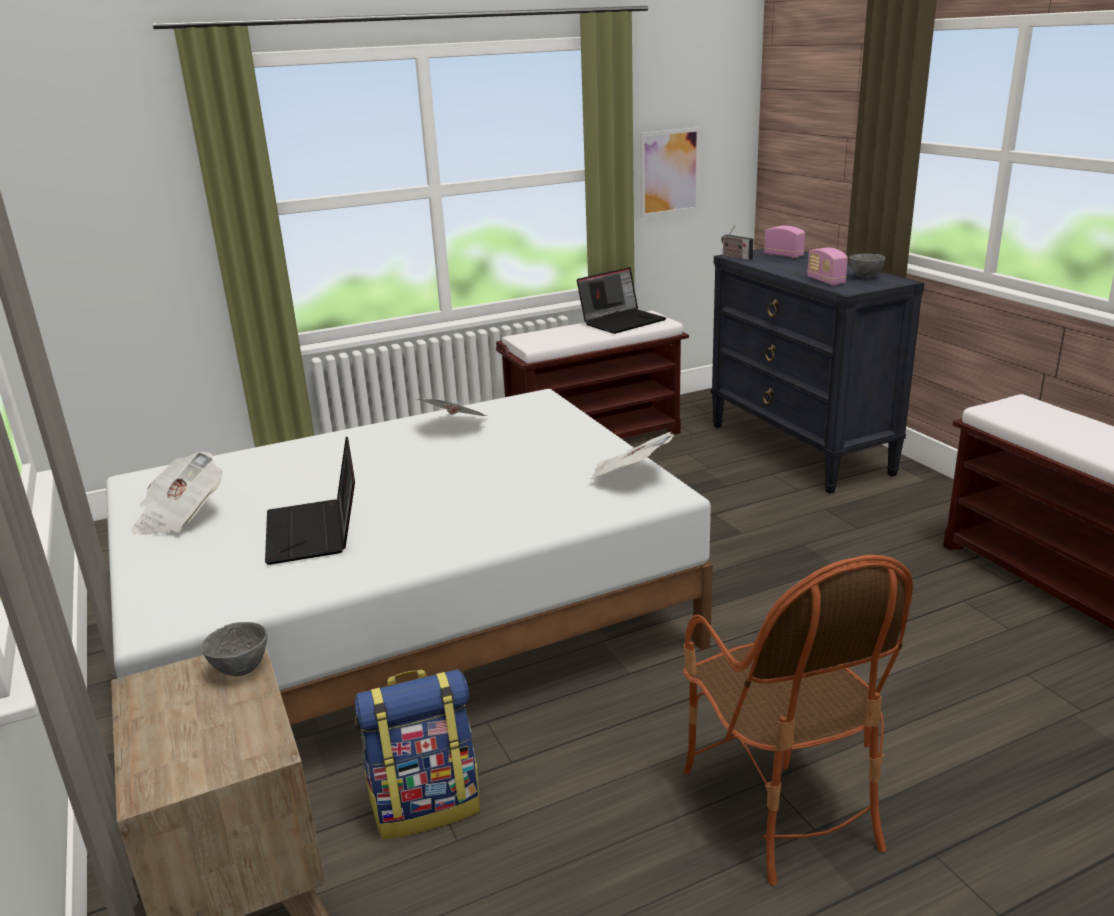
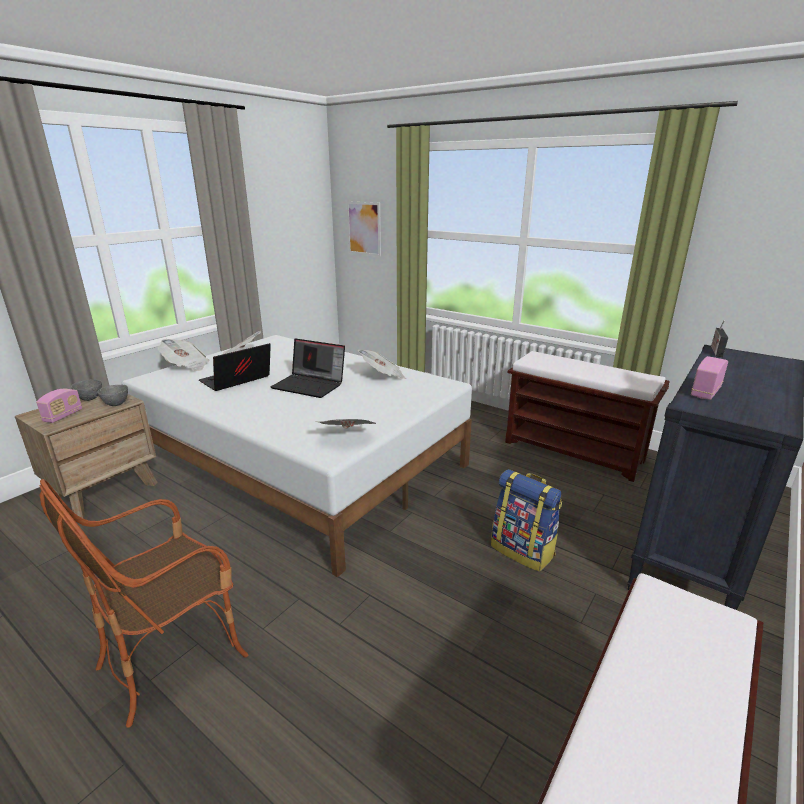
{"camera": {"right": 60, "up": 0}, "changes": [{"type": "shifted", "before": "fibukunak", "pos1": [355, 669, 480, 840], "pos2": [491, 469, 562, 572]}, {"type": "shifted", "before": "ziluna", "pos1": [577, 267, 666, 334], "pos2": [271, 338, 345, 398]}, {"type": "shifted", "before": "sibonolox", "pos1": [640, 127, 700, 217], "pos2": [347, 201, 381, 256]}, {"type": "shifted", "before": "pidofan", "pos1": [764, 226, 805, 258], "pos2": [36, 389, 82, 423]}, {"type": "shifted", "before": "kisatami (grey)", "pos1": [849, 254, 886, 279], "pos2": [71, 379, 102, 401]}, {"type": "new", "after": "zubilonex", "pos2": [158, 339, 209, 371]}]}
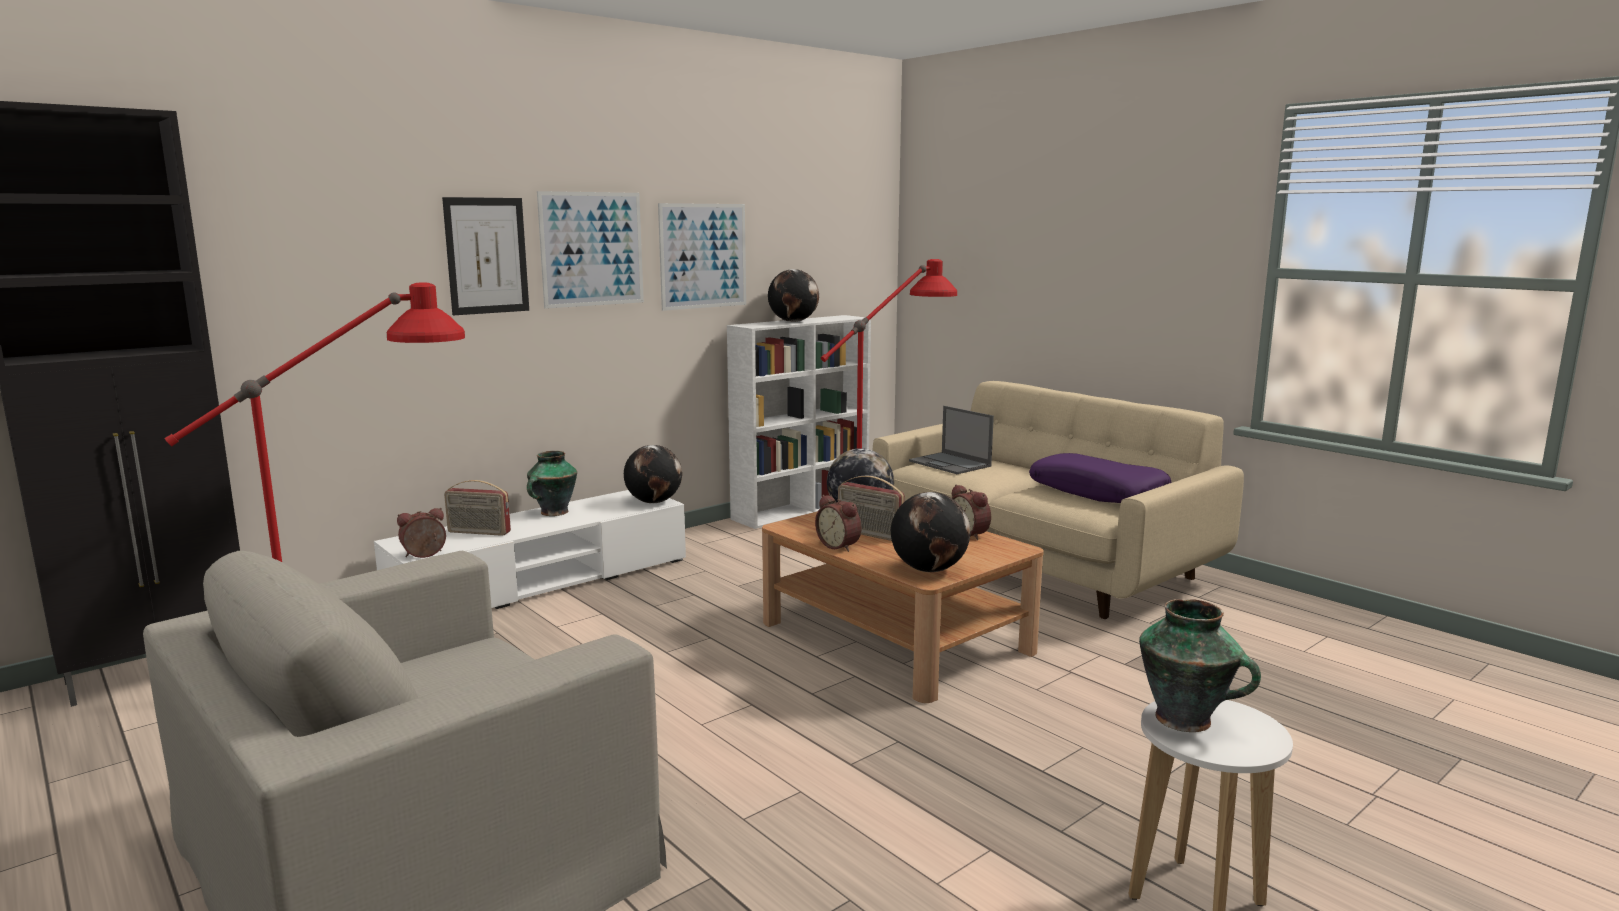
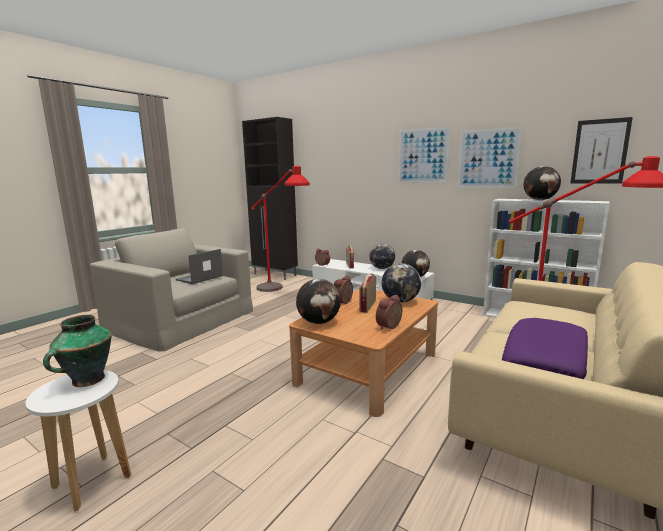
{"camera": {"right": 75, "up": 0}, "changes": [{"type": "shifted", "before": "sibonolox", "pos1": [442, 197, 529, 315], "pos2": [571, 117, 633, 184]}, {"type": "swapped", "before": "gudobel", "after": "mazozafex", "pos1": [527, 451, 577, 516], "pos2": [369, 243, 395, 269]}, {"type": "shifted", "before": "ziluna", "pos1": [909, 406, 994, 474], "pos2": [176, 249, 223, 284]}]}
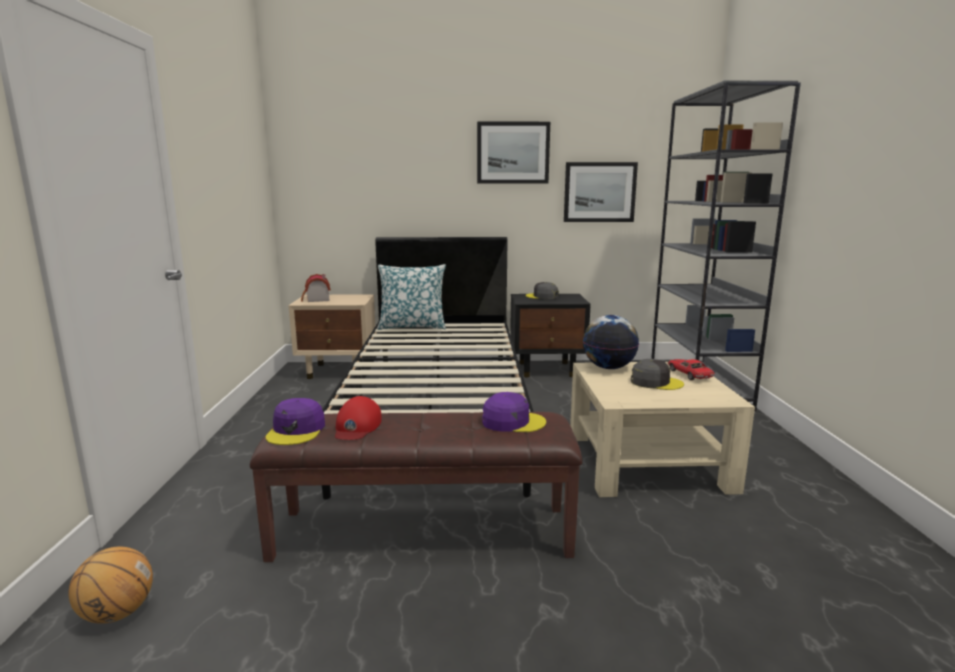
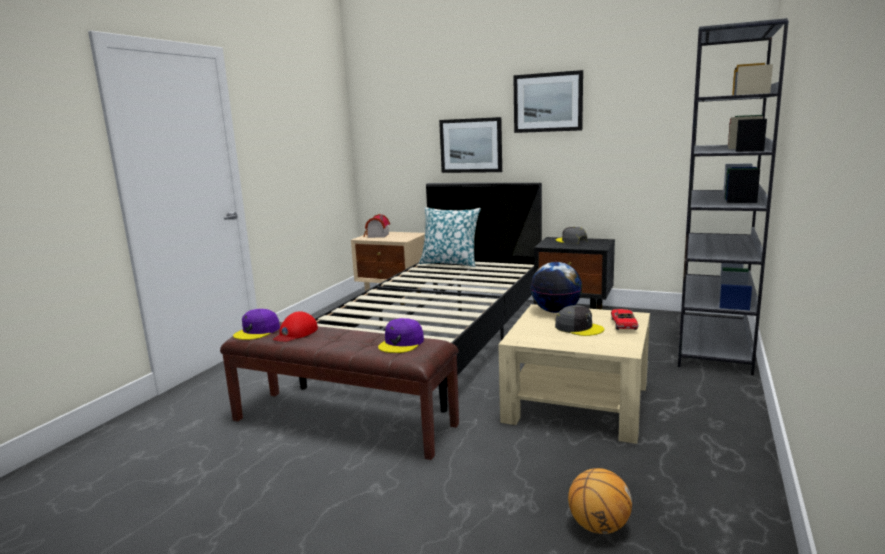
{"camera": {"right": 25, "up": 0}, "changes": [{"type": "shifted", "before": "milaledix", "pos1": [69, 547, 153, 624], "pos2": [568, 468, 632, 534]}, {"type": "rotated", "before": "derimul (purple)", "pos1": [482, 392, 546, 432], "pos2": [378, 318, 424, 353], "turn": 90}, {"type": "shifted", "before": "sibonolox", "pos1": [564, 162, 638, 222], "pos2": [439, 117, 502, 173]}]}
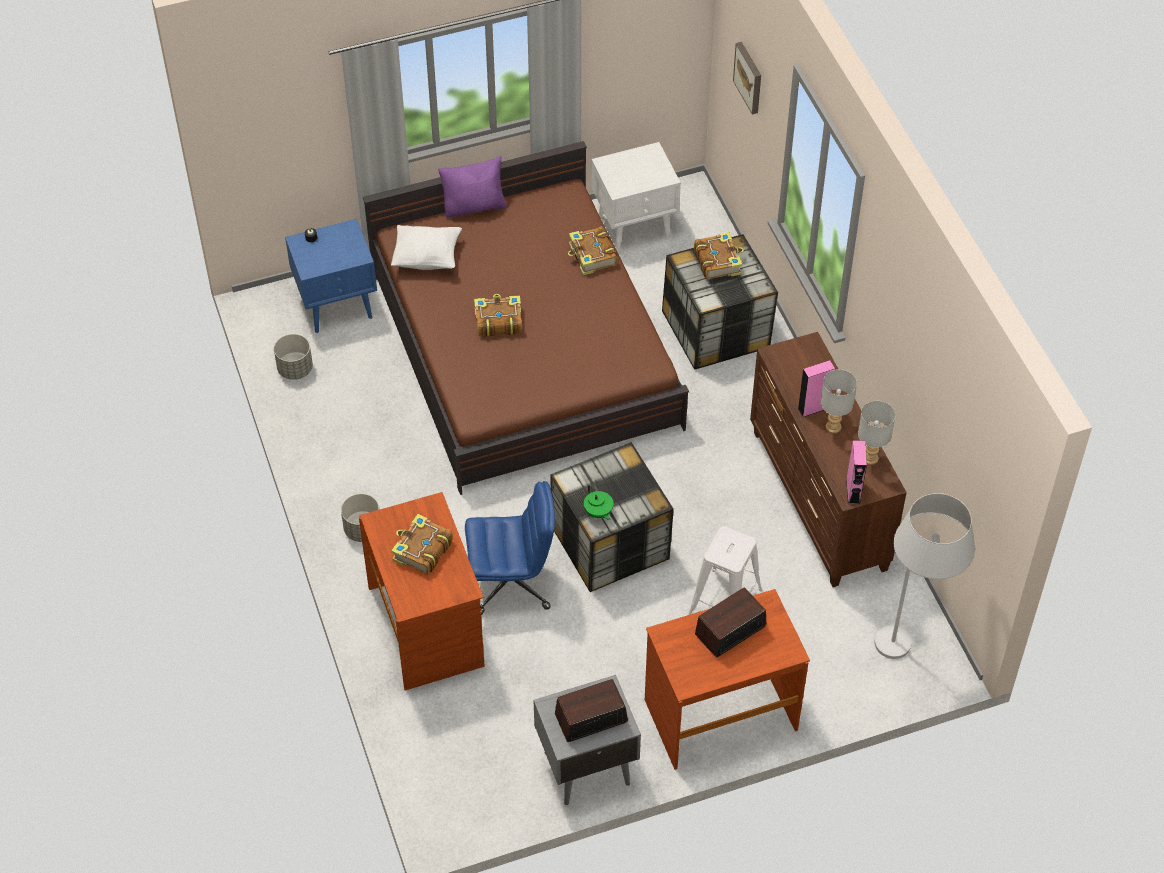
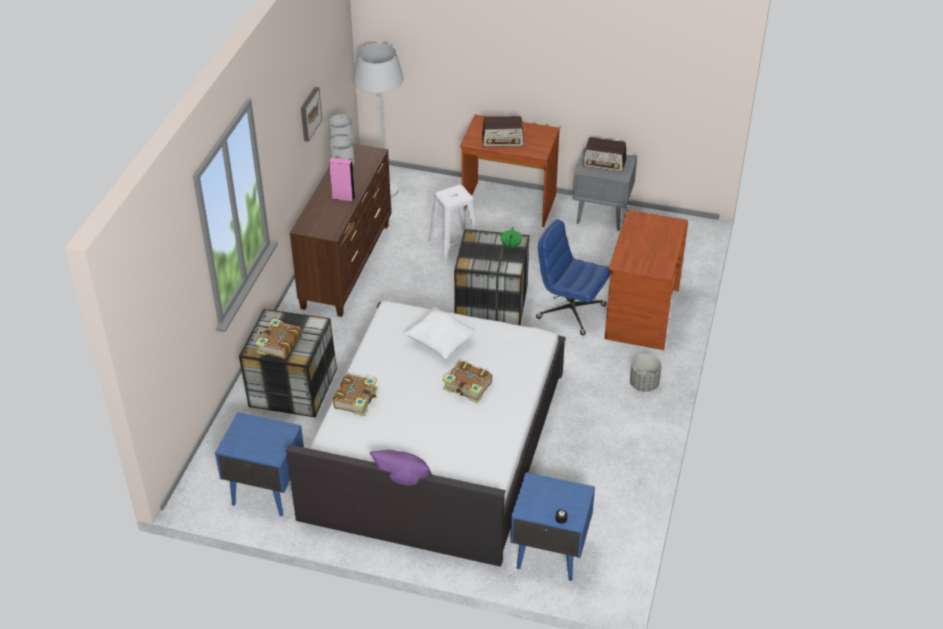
{"camera": {"right": -145, "up": -10}, "changes": [{"type": "gone", "before": "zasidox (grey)", "pos1": [274, 334, 313, 380]}, {"type": "repainted", "before": "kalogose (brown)", "after": "kalogose (white)", "pos1": [363, 141, 689, 495], "pos2": [285, 301, 566, 567]}, {"type": "shifted", "before": "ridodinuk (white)", "pos1": [391, 225, 462, 270], "pos2": [403, 307, 475, 359]}, {"type": "gone", "before": "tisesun", "pos1": [391, 514, 453, 575]}, {"type": "repainted", "before": "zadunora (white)", "after": "zadunora (blue)", "pos1": [592, 142, 681, 253], "pos2": [215, 412, 304, 516]}, {"type": "shifted", "before": "sibonolox", "pos1": [733, 42, 761, 114], "pos2": [301, 87, 322, 142]}, {"type": "gone", "before": "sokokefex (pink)", "pos1": [846, 440, 867, 504]}]}
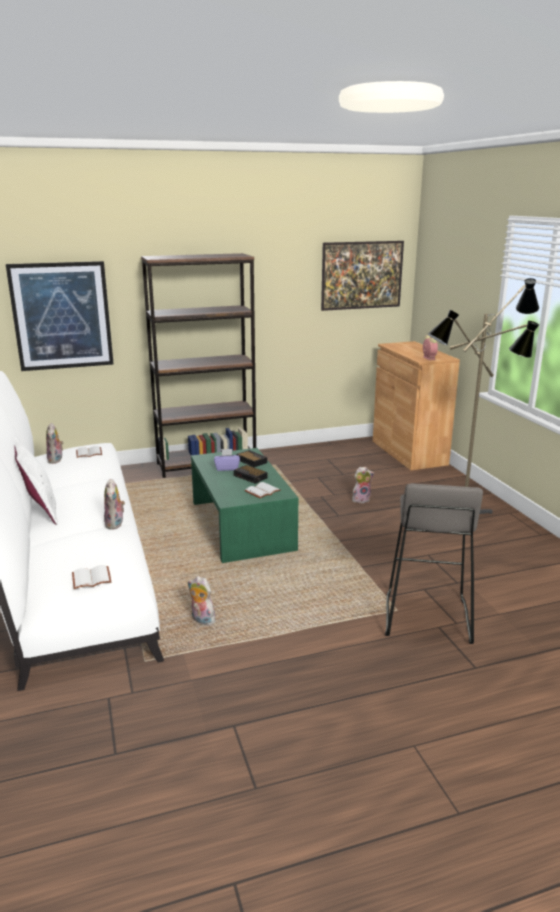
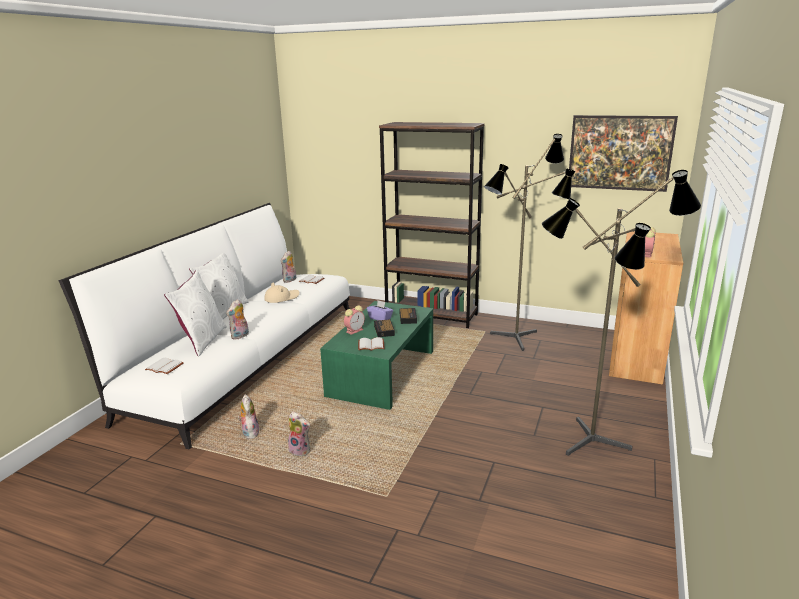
{"camera": {"right": 40, "up": 0}, "changes": [{"type": "gone", "before": "sibonolox", "pos1": [6, 261, 113, 371]}, {"type": "shifted", "before": "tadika", "pos1": [352, 467, 374, 503], "pos2": [288, 411, 310, 456]}, {"type": "gone", "before": "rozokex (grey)", "pos1": [385, 483, 483, 644]}, {"type": "new", "after": "ridodinuk (white)", "pos2": [164, 270, 227, 356]}, {"type": "new", "after": "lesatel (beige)", "pos2": [264, 282, 299, 303]}, {"type": "new", "after": "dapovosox", "pos2": [344, 306, 365, 335]}, {"type": "new", "after": "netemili", "pos2": [484, 134, 575, 351]}]}
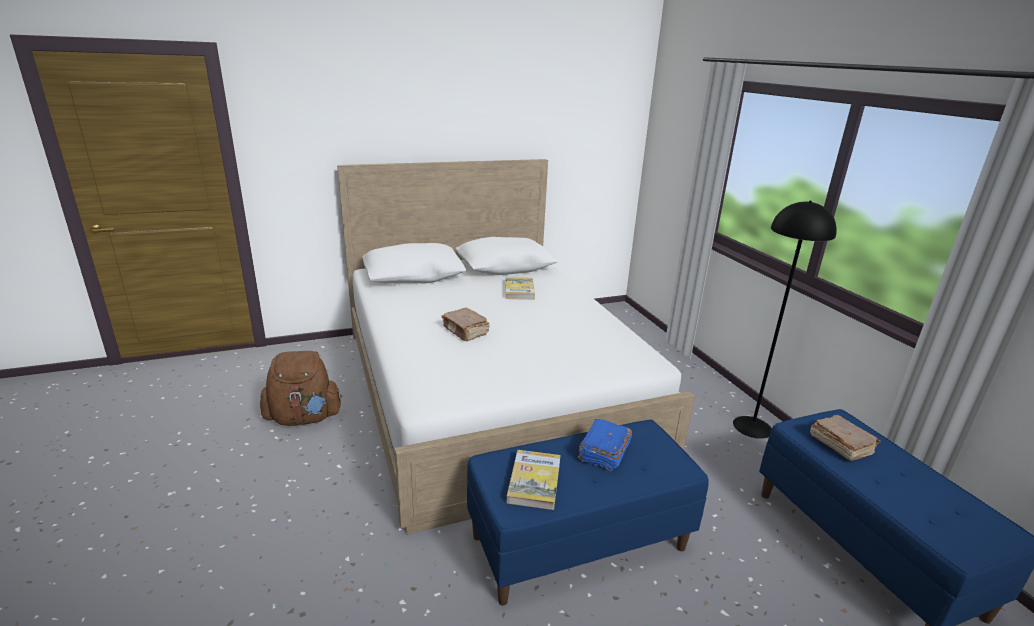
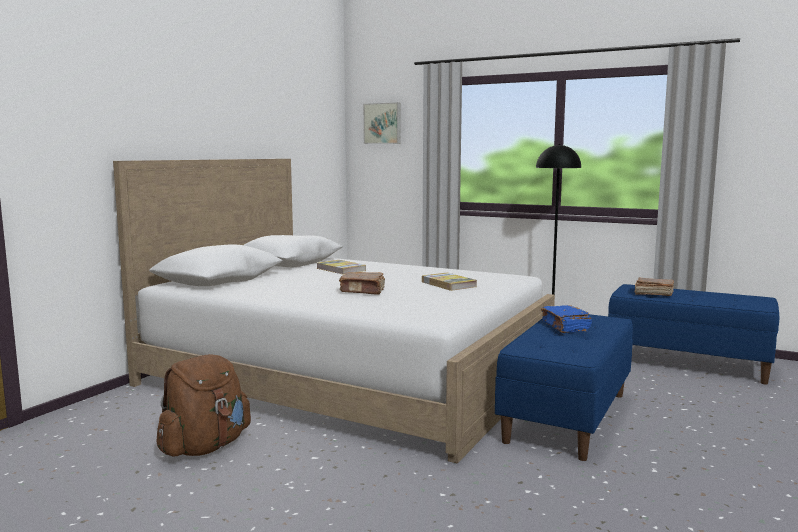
{"camera": {"right": -40, "up": -15}, "changes": [{"type": "shifted", "before": "tisesun", "pos1": [507, 450, 561, 510], "pos2": [422, 273, 477, 291]}, {"type": "new", "after": "sibonolox", "pos2": [363, 102, 400, 144]}]}
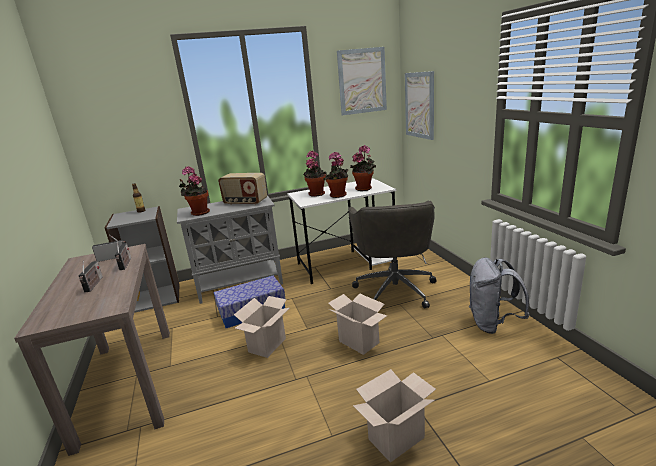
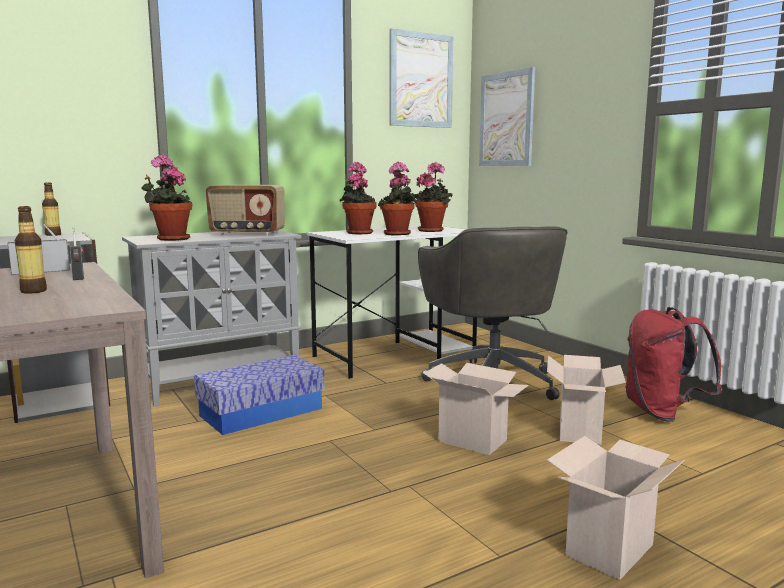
{"camera": {"right": -15, "up": -10}, "changes": [{"type": "swapped", "before": "pidofan", "after": "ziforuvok", "pos1": [78, 261, 103, 292], "pos2": [15, 206, 47, 294]}, {"type": "shifted", "before": "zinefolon", "pos1": [234, 296, 289, 358], "pos2": [547, 355, 626, 445]}, {"type": "repainted", "before": "fibukunak (grey)", "after": "fibukunak (red)", "pos1": [469, 257, 529, 334], "pos2": [625, 307, 722, 422]}]}
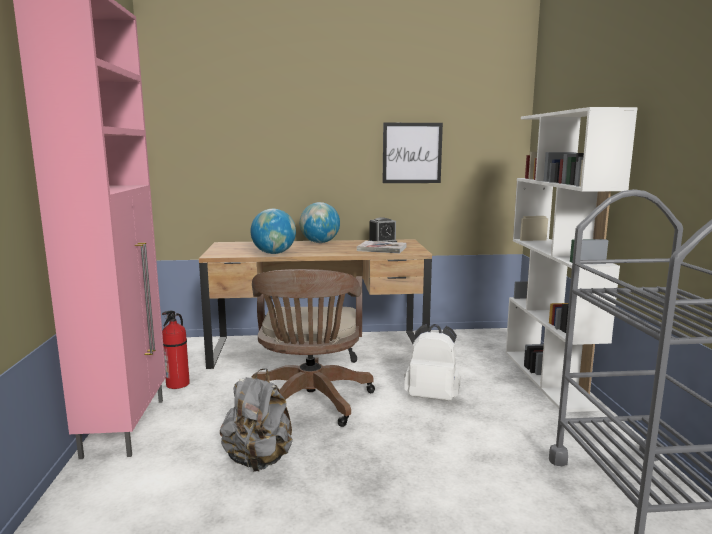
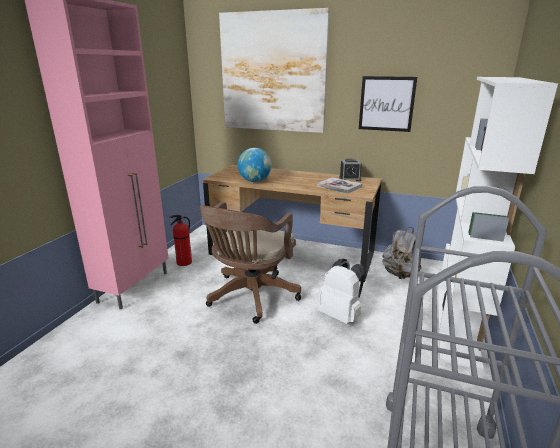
{"camera": {"right": 25, "up": 10}, "changes": [{"type": "shifted", "before": "fibukunak (grey)", "pos1": [220, 368, 293, 472], "pos2": [382, 227, 422, 279]}, {"type": "gone", "before": "mazozafex", "pos1": [300, 202, 340, 243]}, {"type": "new", "after": "sibonolox", "pos2": [219, 8, 330, 133]}]}
